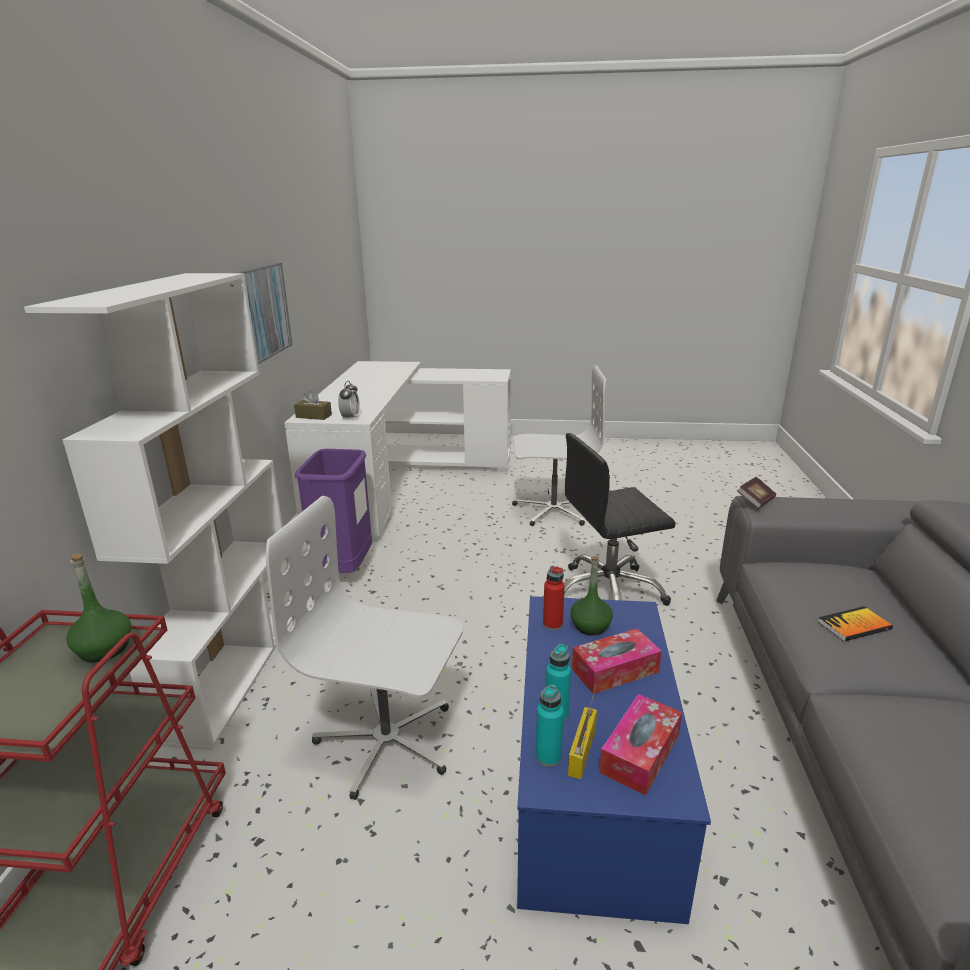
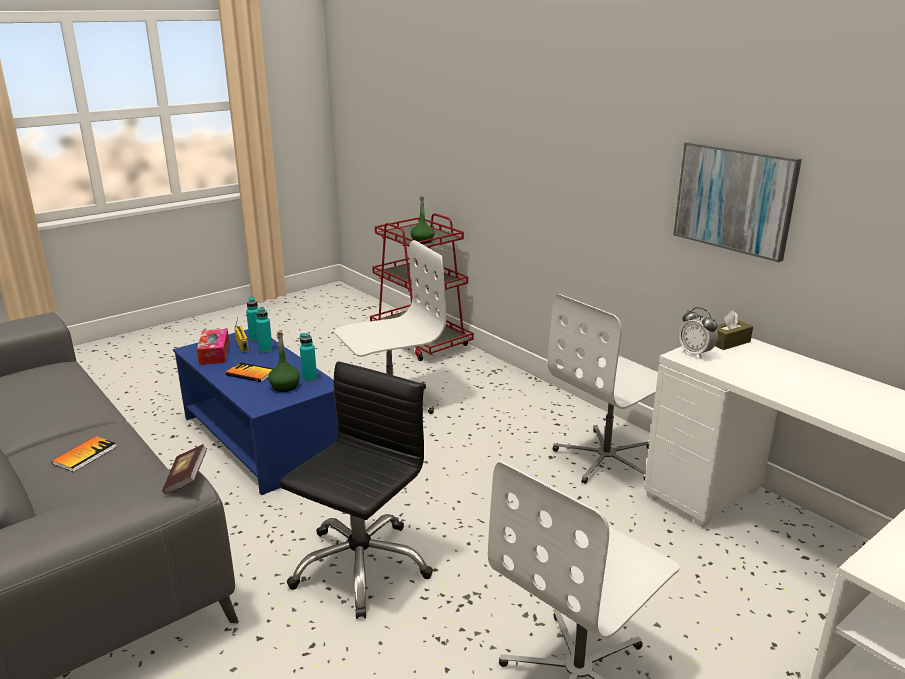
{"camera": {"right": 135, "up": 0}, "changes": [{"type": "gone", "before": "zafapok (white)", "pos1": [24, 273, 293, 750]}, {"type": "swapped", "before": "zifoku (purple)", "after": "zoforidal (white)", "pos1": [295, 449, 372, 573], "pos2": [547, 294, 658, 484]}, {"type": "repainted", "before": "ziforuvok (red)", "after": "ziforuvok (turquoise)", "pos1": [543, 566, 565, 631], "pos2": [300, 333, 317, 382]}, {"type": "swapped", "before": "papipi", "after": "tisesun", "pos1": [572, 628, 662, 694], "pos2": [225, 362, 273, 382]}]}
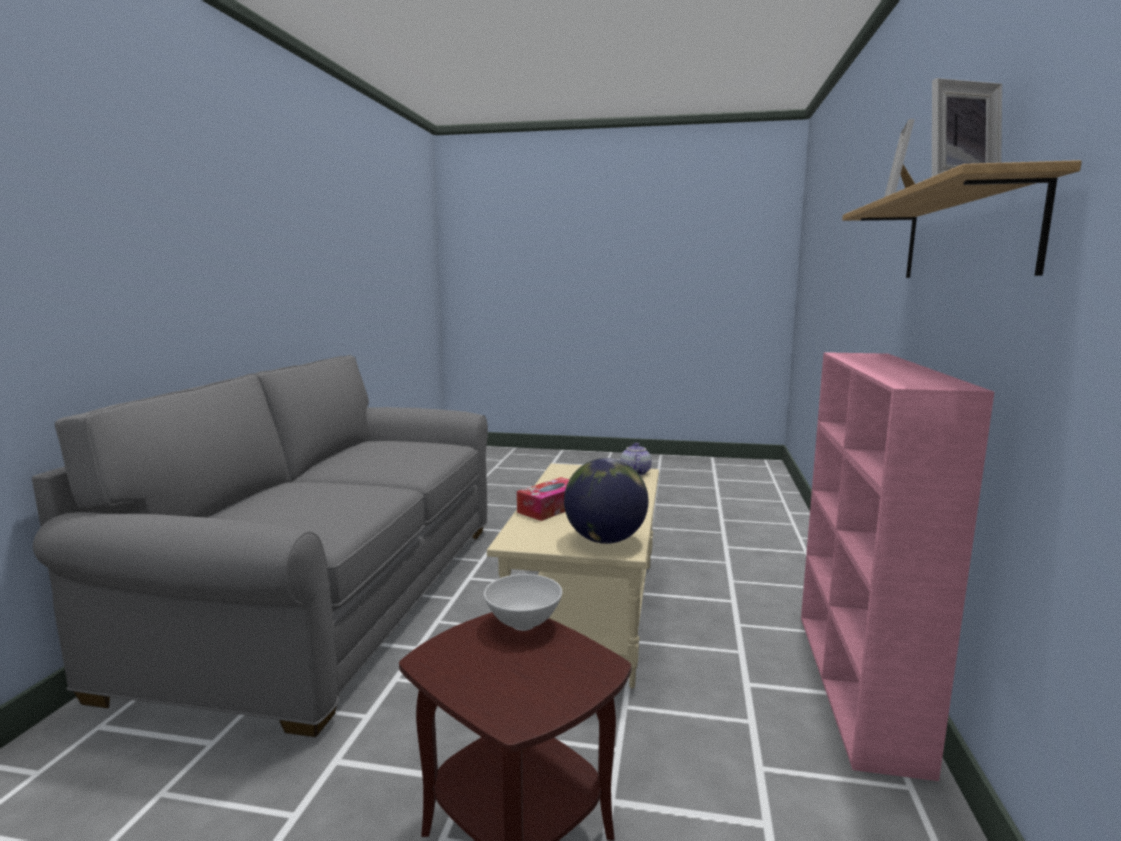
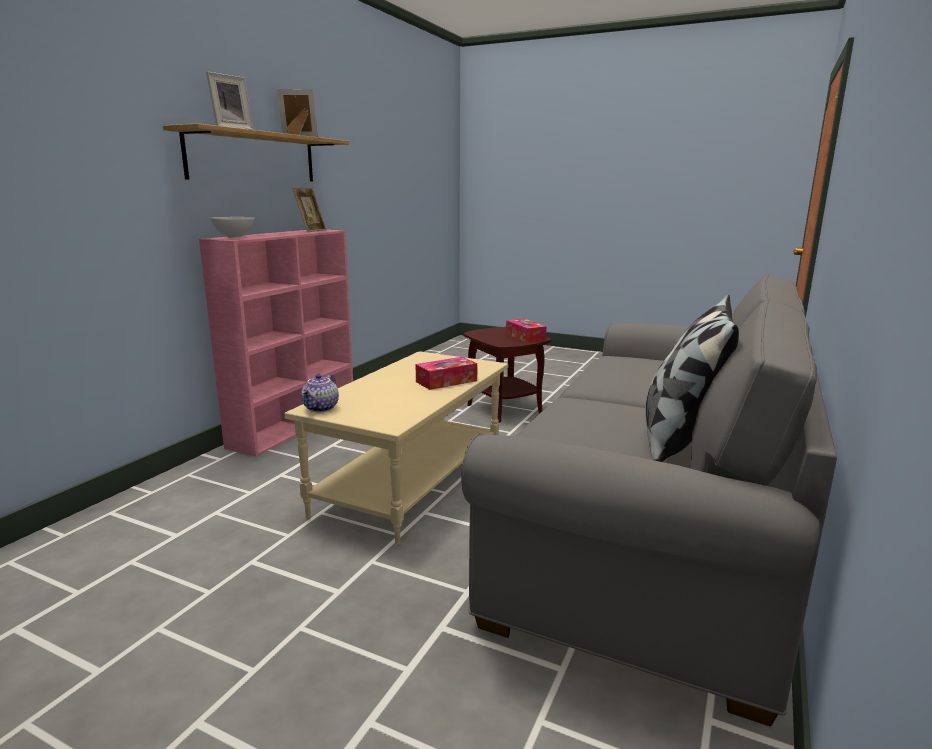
{"camera": {"right": -165, "up": 5}, "changes": [{"type": "shifted", "before": "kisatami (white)", "pos1": [484, 574, 562, 631], "pos2": [210, 217, 255, 238]}, {"type": "gone", "before": "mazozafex", "pos1": [564, 458, 648, 544]}, {"type": "new", "after": "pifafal", "pos2": [292, 187, 326, 232]}, {"type": "new", "after": "papipi", "pos2": [506, 319, 546, 343]}, {"type": "new", "after": "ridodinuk", "pos2": [645, 295, 739, 462]}]}
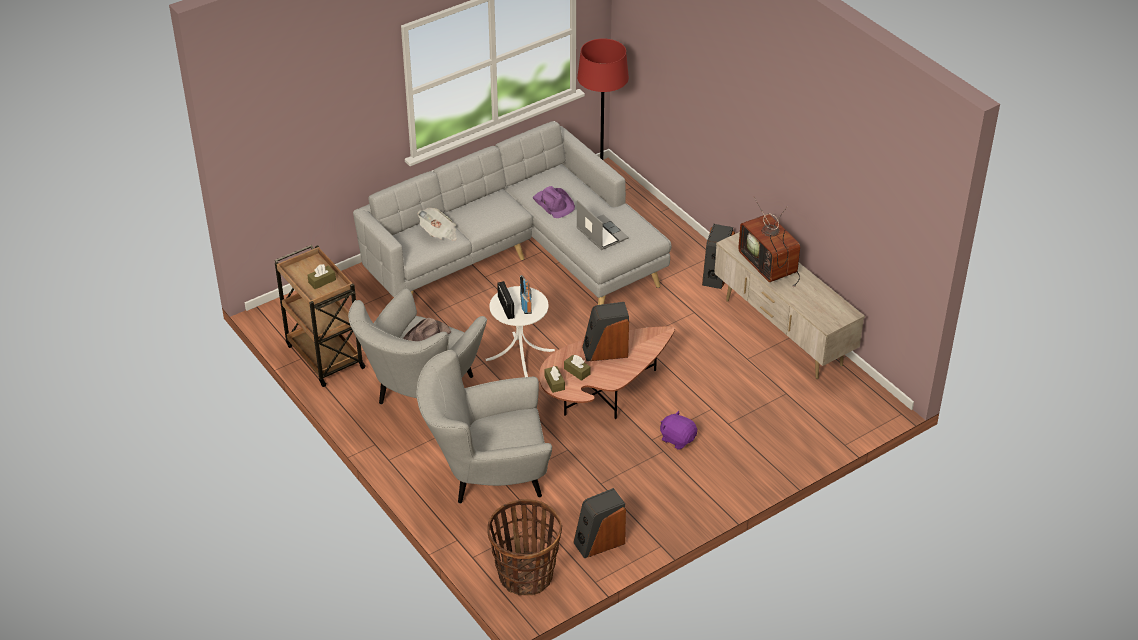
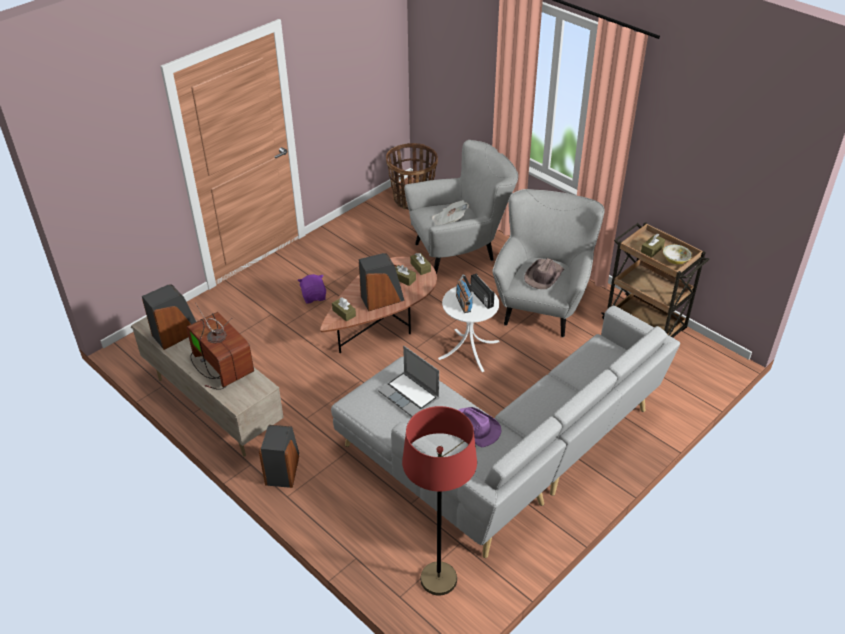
{"camera": {"right": 170, "up": 0}, "changes": [{"type": "shifted", "before": "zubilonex", "pos1": [418, 208, 456, 241], "pos2": [432, 200, 469, 225]}, {"type": "shifted", "before": "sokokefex", "pos1": [573, 488, 626, 558], "pos2": [142, 284, 196, 350]}, {"type": "rotated", "before": "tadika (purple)", "pos1": [660, 411, 697, 450], "pos2": [298, 274, 326, 303], "turn": -135}, {"type": "new", "after": "papipi (brown)", "pos2": [332, 297, 356, 322]}, {"type": "new", "after": "kisatami", "pos2": [663, 244, 692, 264]}]}
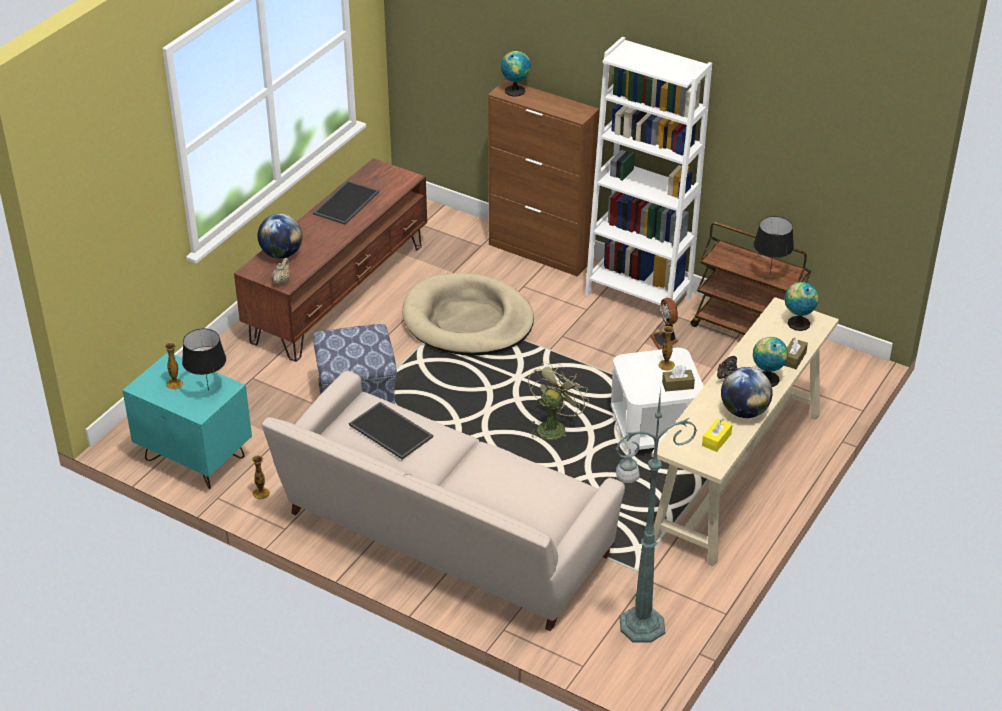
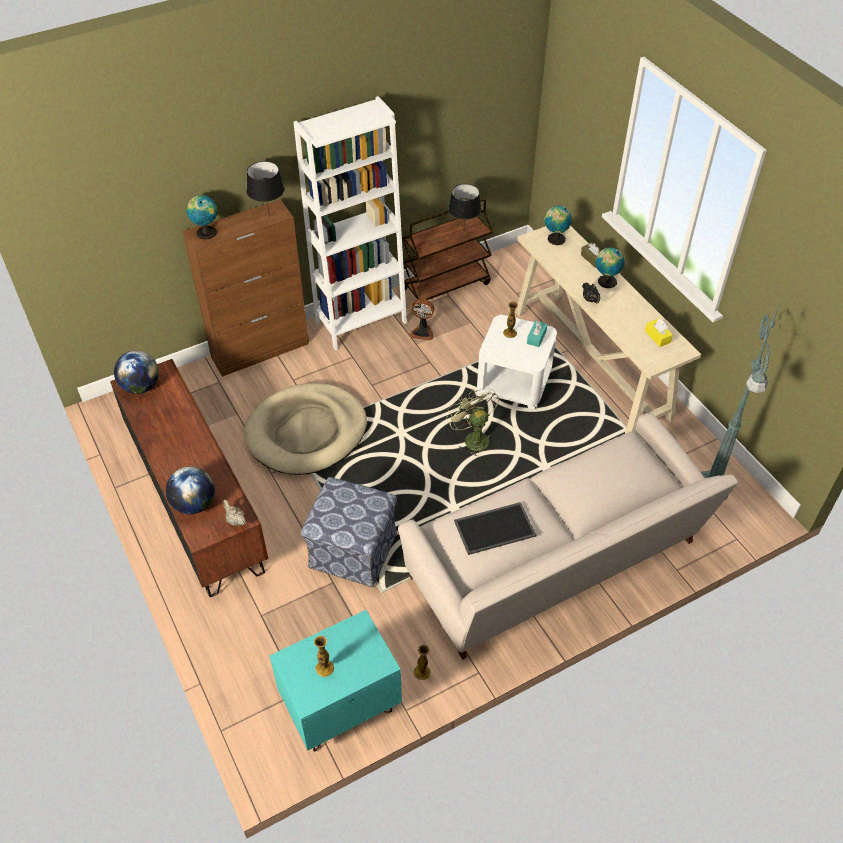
{"camera": {"right": -60, "up": 10}, "changes": [{"type": "shifted", "before": "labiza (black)", "pos1": [182, 329, 226, 391], "pos2": [246, 161, 285, 218]}, {"type": "gone", "before": "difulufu", "pos1": [313, 181, 379, 225]}, {"type": "repainted", "before": "papipi (brown)", "after": "papipi (turquoise)", "pos1": [662, 365, 695, 391], "pos2": [527, 321, 547, 347]}, {"type": "shifted", "before": "mazozafex", "pos1": [721, 367, 773, 418], "pos2": [114, 350, 159, 394]}]}
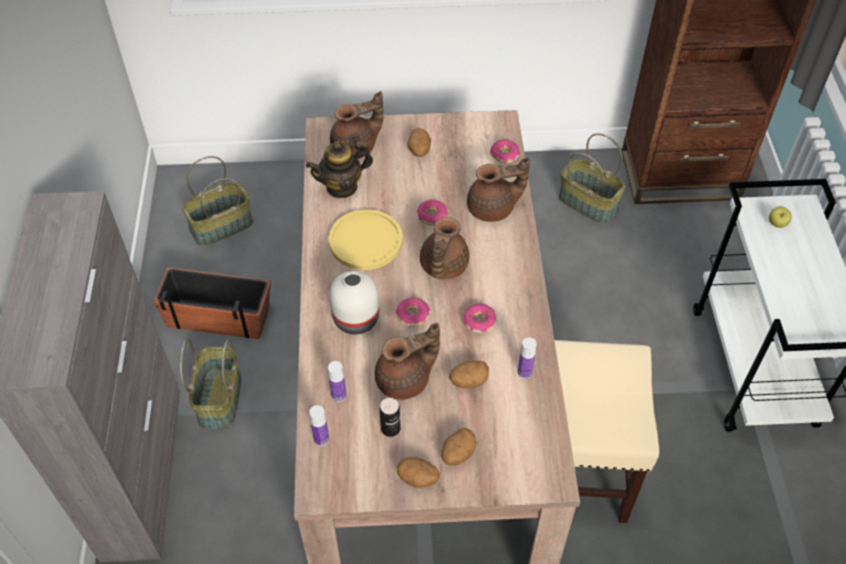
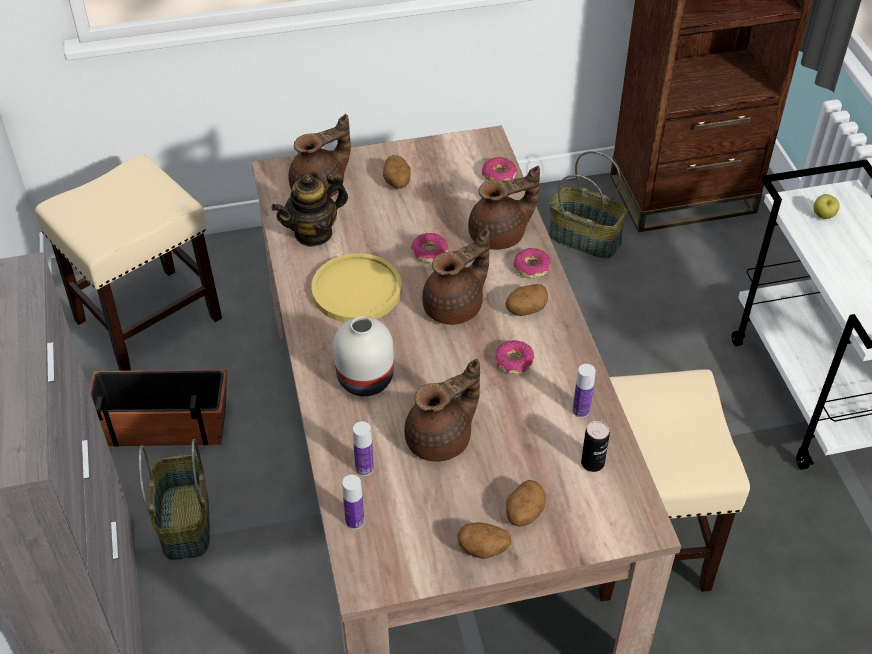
{"camera": {"right": -10, "up": -5}, "changes": [{"type": "swapped", "before": "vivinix", "after": "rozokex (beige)", "pos1": [182, 156, 253, 246], "pos2": [35, 154, 222, 371]}, {"type": "shifted", "before": "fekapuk", "pos1": [380, 398, 400, 437], "pos2": [581, 421, 610, 472]}, {"type": "shifted", "before": "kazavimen", "pos1": [396, 297, 430, 327], "pos2": [514, 248, 551, 279]}, {"type": "rotated", "before": "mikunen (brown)", "pos1": [420, 217, 469, 280], "pos2": [422, 228, 490, 325], "turn": -135}, {"type": "shifted", "before": "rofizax", "pos1": [449, 361, 489, 388], "pos2": [505, 284, 548, 316]}]}
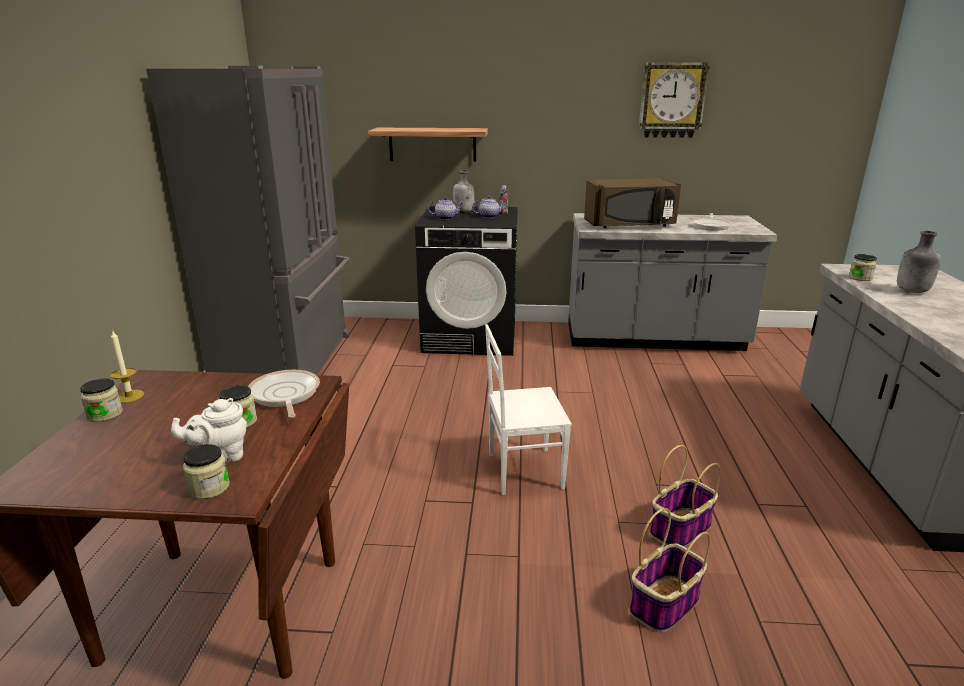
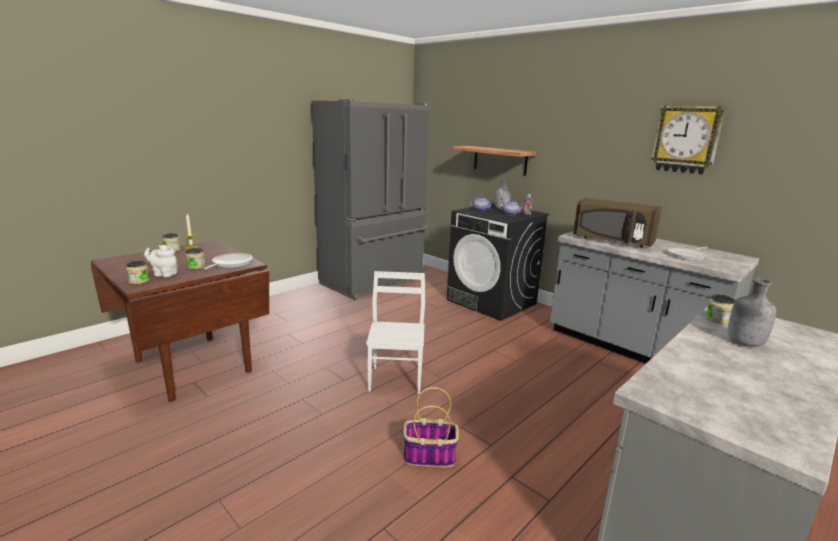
{"camera": {"right": 40, "up": -5}, "changes": [{"type": "rotated", "before": "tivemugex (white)", "pos1": [485, 324, 572, 495], "pos2": [366, 271, 425, 394], "turn": 60}, {"type": "gone", "before": "vivinix", "pos1": [629, 508, 710, 633]}]}
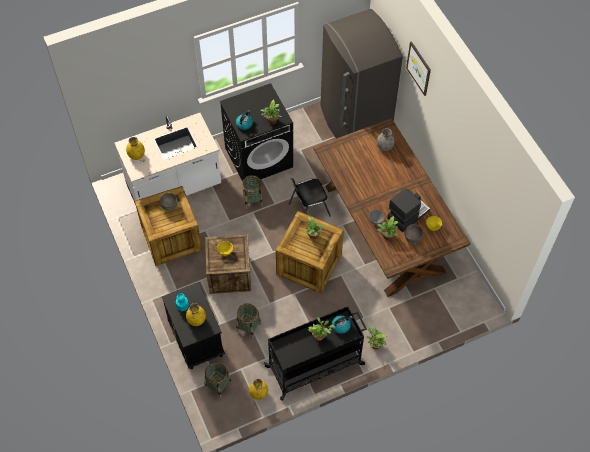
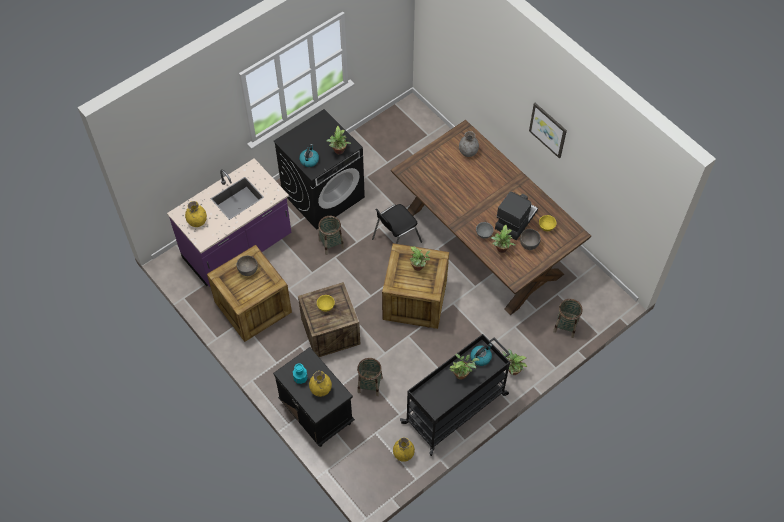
{"camera": {"right": -15, "up": 0}, "changes": [{"type": "repainted", "before": "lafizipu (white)", "after": "lafizipu (purple)", "pos1": [115, 113, 221, 203], "pos2": [167, 158, 291, 287]}, {"type": "shifted", "before": "vivinix", "pos1": [205, 362, 232, 398], "pos2": [553, 299, 583, 338]}, {"type": "gone", "before": "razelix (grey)", "pos1": [321, 9, 403, 139]}, {"type": "shifted", "before": "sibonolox", "pos1": [406, 41, 431, 96], "pos2": [529, 103, 567, 159]}]}
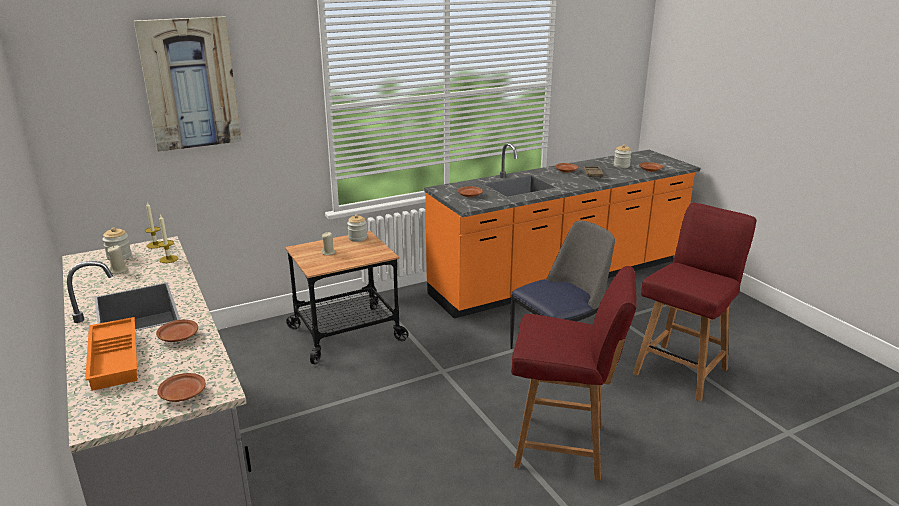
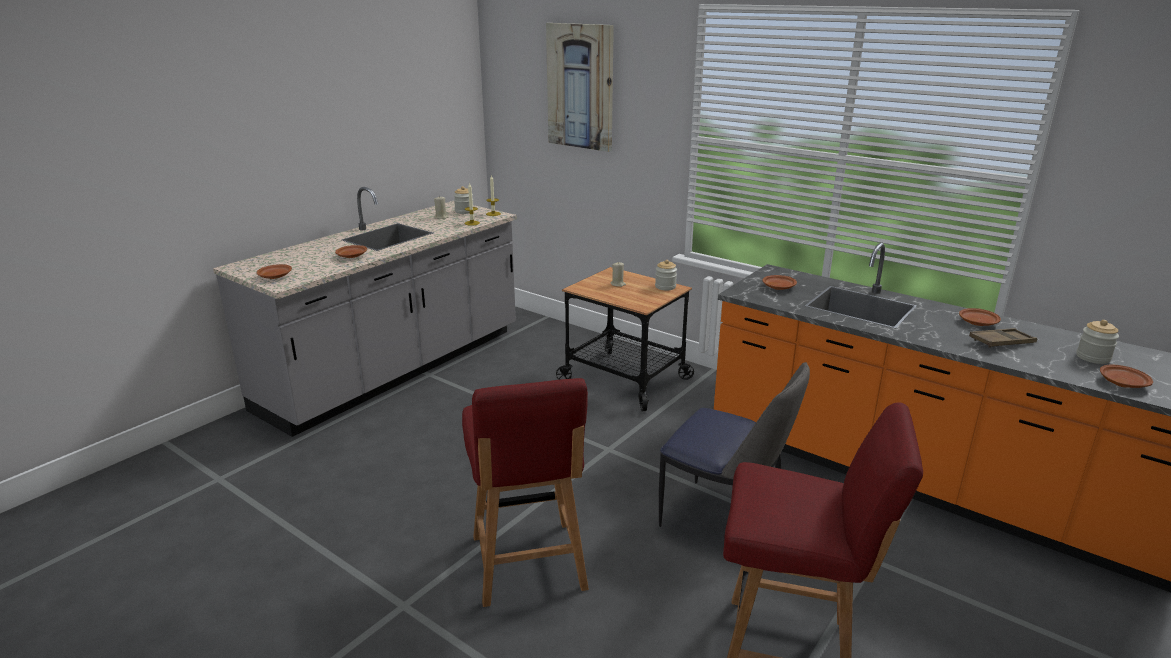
{"camera": {"right": 65, "up": 0}, "changes": [{"type": "gone", "before": "difulufu (orange)", "pos1": [85, 317, 137, 391]}]}
